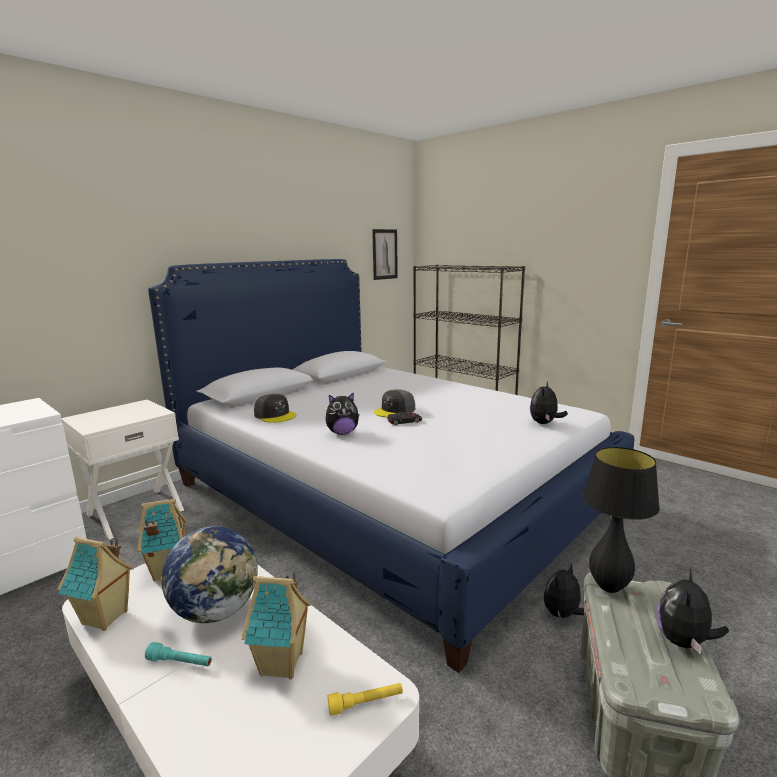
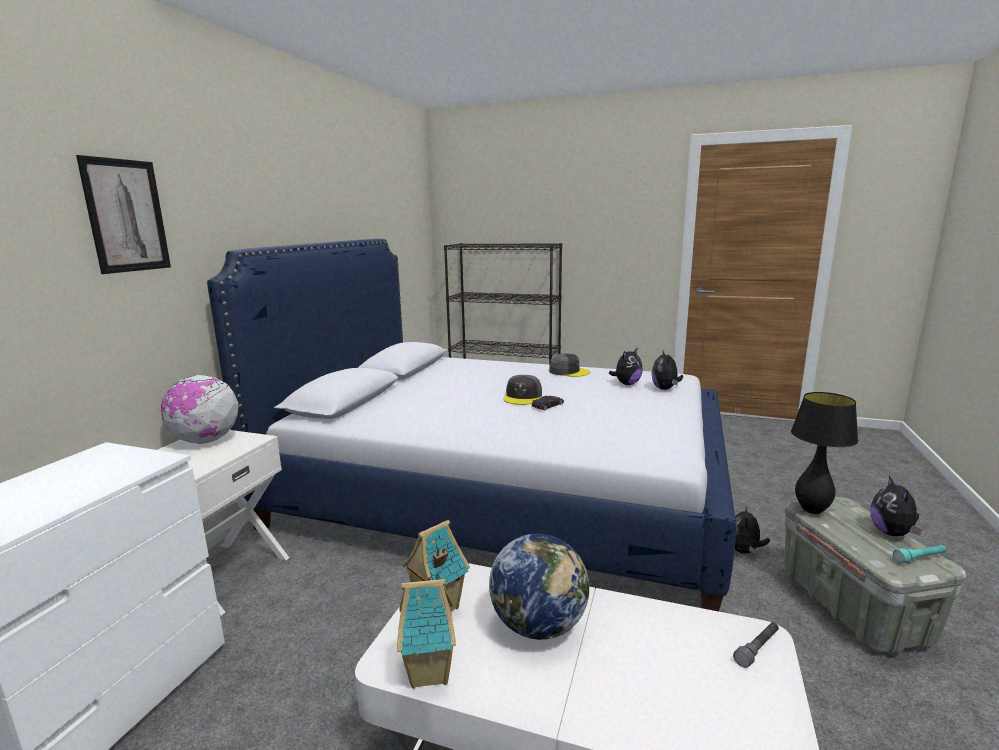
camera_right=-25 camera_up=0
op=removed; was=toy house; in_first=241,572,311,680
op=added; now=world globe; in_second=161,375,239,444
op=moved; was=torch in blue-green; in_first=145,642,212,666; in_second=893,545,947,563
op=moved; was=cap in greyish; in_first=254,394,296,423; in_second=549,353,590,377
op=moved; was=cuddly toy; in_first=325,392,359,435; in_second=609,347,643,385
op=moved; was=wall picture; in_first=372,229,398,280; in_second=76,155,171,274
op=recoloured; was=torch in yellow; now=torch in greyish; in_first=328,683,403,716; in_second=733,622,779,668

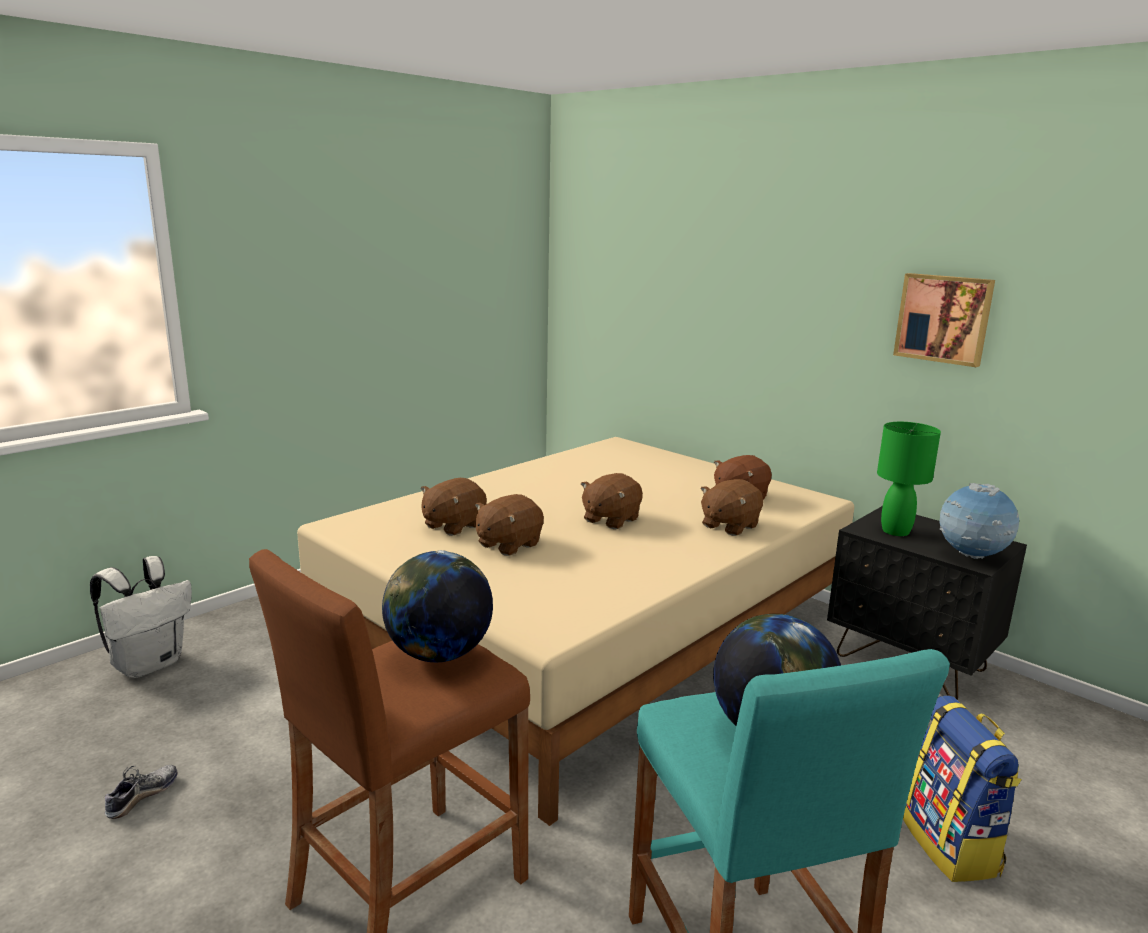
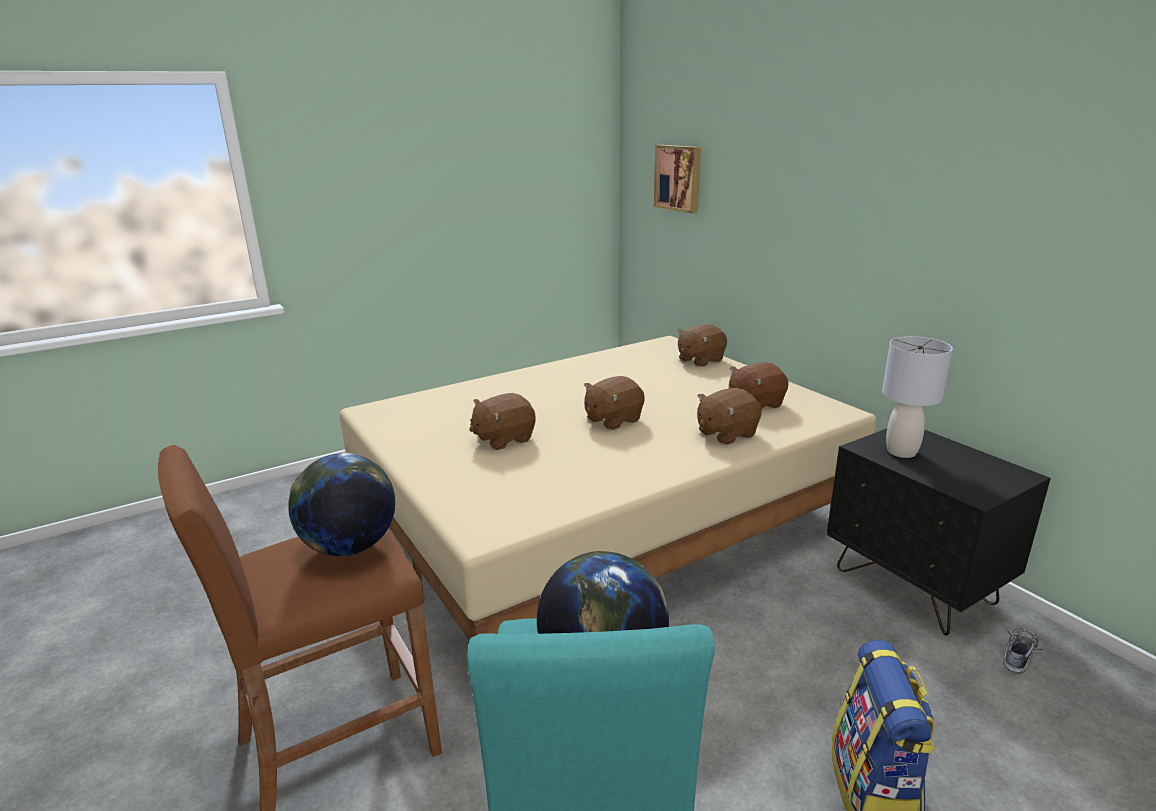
camera_right=15 camera_up=5
op=removed; was=knapsack in white-coloured; in_first=90,556,192,678
op=removed; was=world globe; in_first=939,483,1019,559
op=moved; was=shoe; in_first=105,765,178,819; in_second=1003,628,1044,674
op=moved; was=cuddly toy in brown-coloured; in_first=421,478,487,536; in_second=678,324,727,367
op=moved; was=wall picture; in_first=893,273,995,367; in_second=654,145,701,213
op=recoloured; was=lamp for a table in green-coloured; now=lamp for a table in greyish; in_first=877,422,941,536; in_second=882,336,953,458

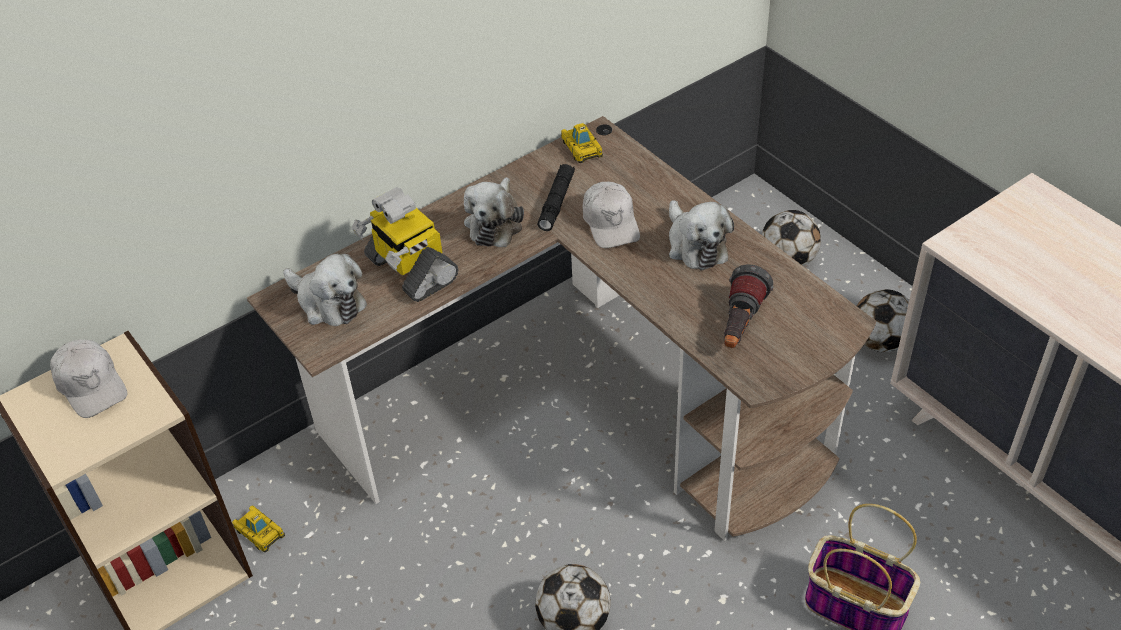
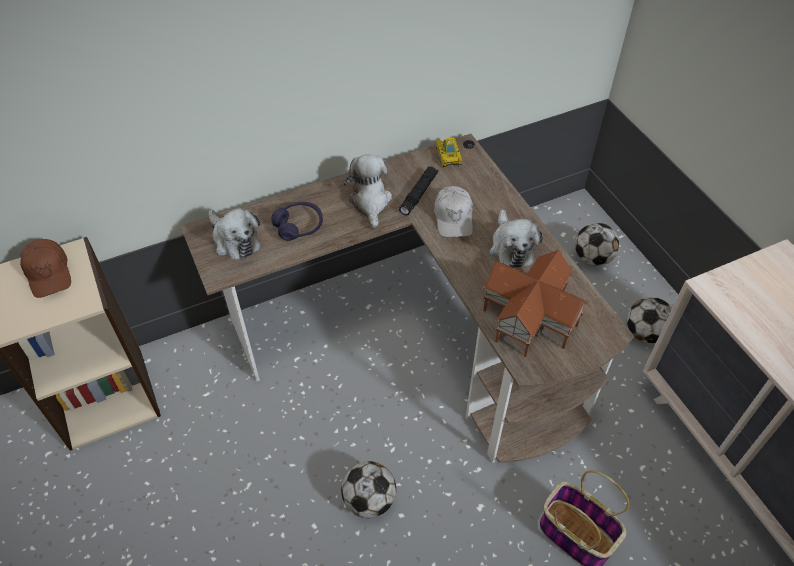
camera_right=10 camera_up=5
op=removed; was=model car; in_first=232,506,285,552
op=replaced; was=robot figure; now=headset in purplish; in_first=351,187,458,302; in_second=271,202,323,241
op=replaced; was=torch; now=toy house; in_first=724,264,774,348; in_second=483,250,588,357
op=recoloured; was=cap in white-coloured; now=cap in brown-coloured; in_first=50,339,127,418; in_second=20,239,71,298
op=turned; was=cuddly toy; in_first=464,177,524,247; in_second=344,154,392,229; clockwise=150

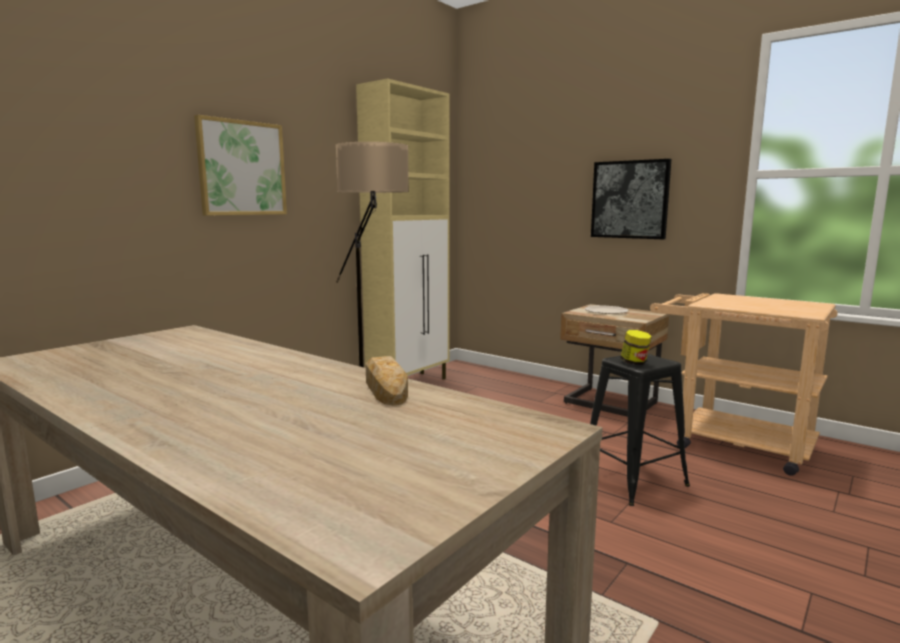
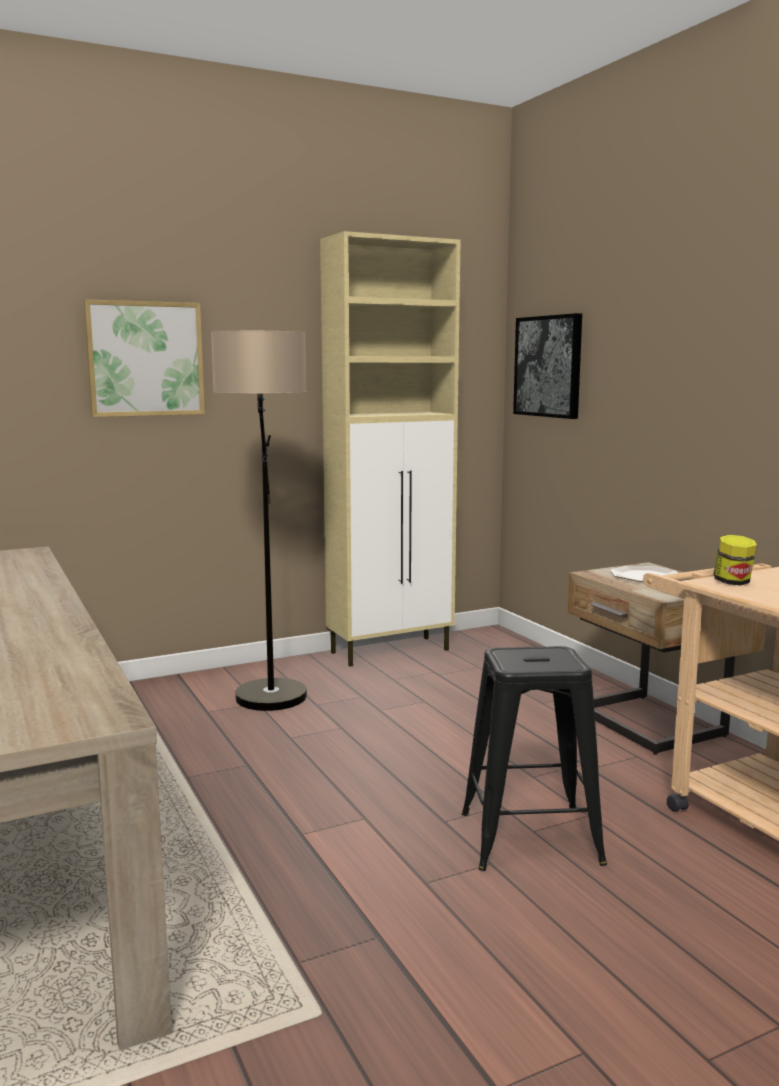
camera_right=25 camera_up=0
op=removed; was=baked bread; in_first=366,356,408,405
op=moved; was=wall picture; in_first=591,159,671,239; in_second=513,313,582,419
op=moved; was=preserve jar; in_first=620,330,652,365; in_second=713,535,757,586

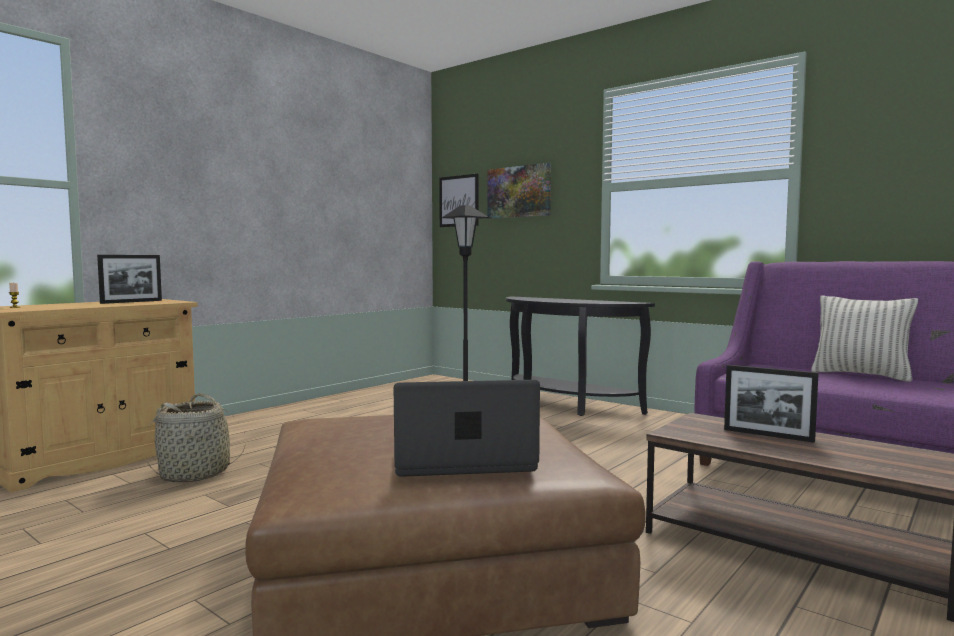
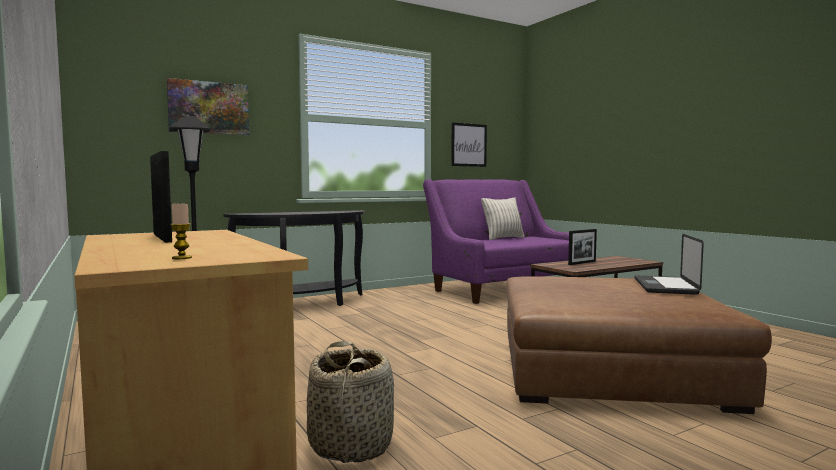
camera_right=-70 camera_up=0
op=moved; was=wall picture; in_first=439,174,479,227; in_second=451,122,487,167

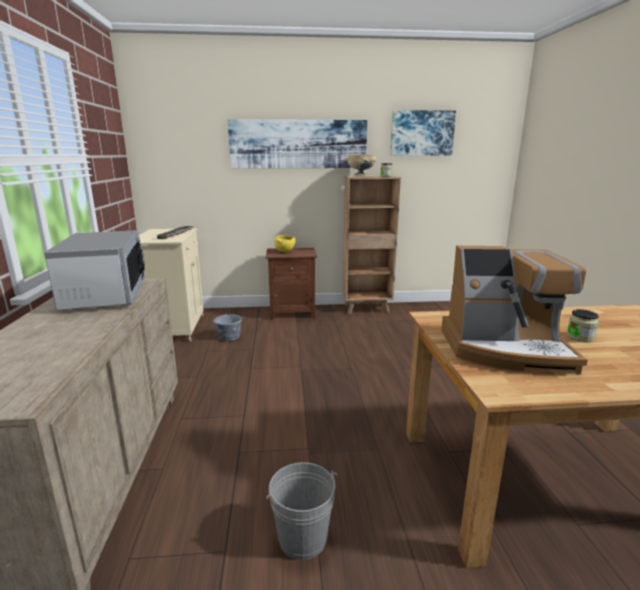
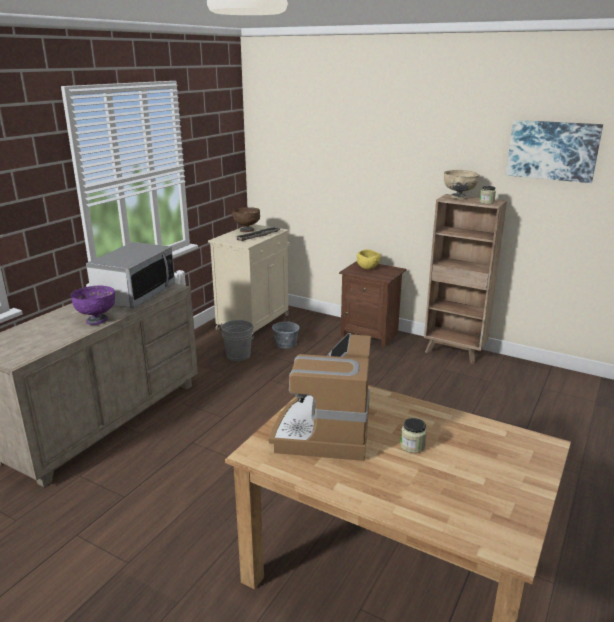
camera_right=35 camera_up=5
op=removed; was=wall picture; in_first=228,119,367,168
op=added; now=bowl in purplish; in_second=71,286,115,325
op=added; now=bowl in brown-coloured; in_second=232,207,260,232
op=moved; was=water bucket in greyish; in_first=267,462,338,560; in_second=220,320,253,361
op=turned; was=coffee machine; in_first=441,246,588,375; in_second=269,333,371,461; clockwise=60

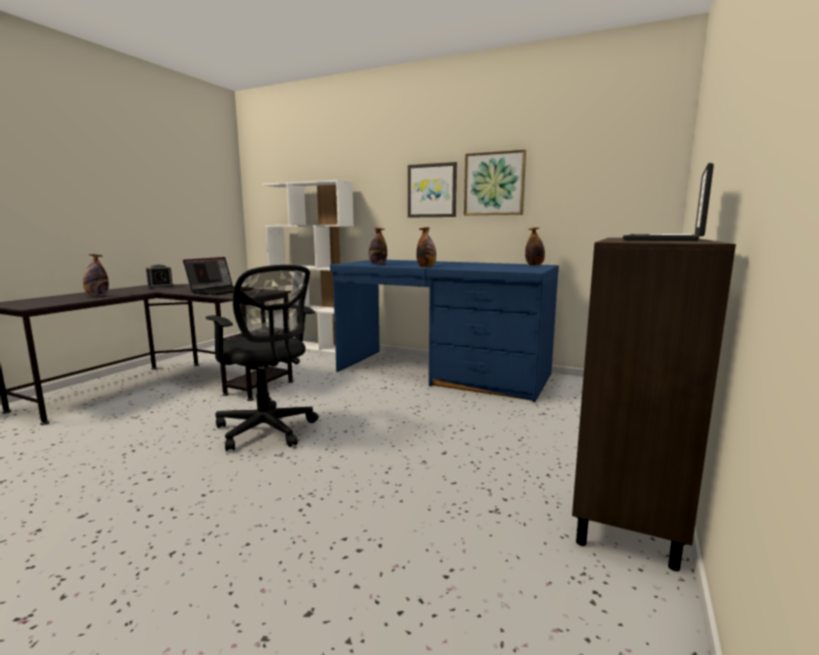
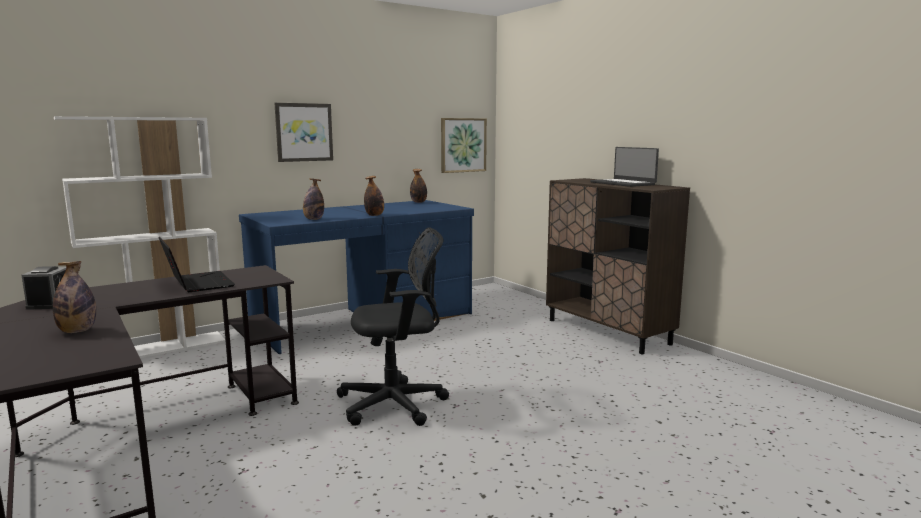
camera_right=-60 camera_up=0
op=moved; was=wall picture; in_first=464,150,526,215; in_second=441,118,487,173

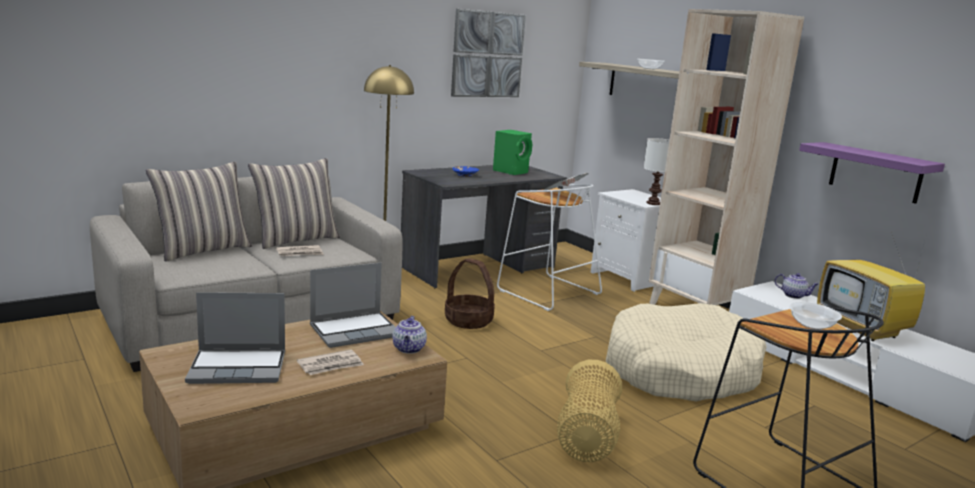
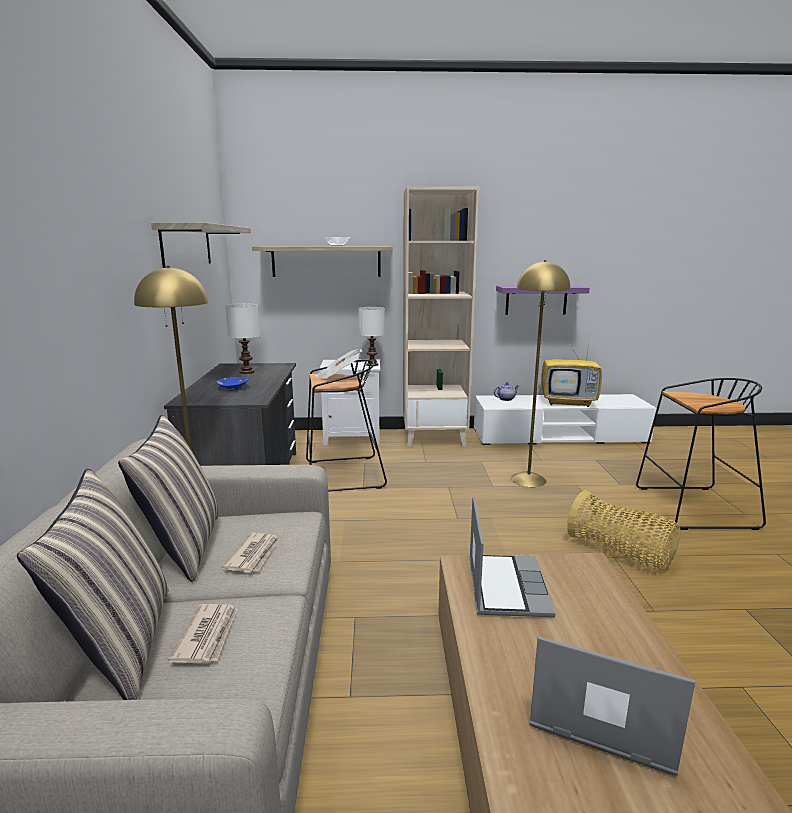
camera_right=-55 camera_up=0
op=removed; was=tea pot; in_first=392,316,427,354
op=removed; was=basket; in_first=445,258,495,329
op=removed; was=bowl; in_first=789,302,842,330
op=moved; was=daily paper; in_first=297,349,364,375; in_second=168,604,237,664
op=replaced; was=wall picture; now=bracket shelf; in_first=451,9,526,97; in_second=151,222,251,268
op=replaced; was=loudspeaker in green-coloured; now=lamp for a table in white-coloured; in_first=493,130,532,175; in_second=225,304,260,374
op=replaced; was=pet bed in beige-coloured; now=standard lamp in yellow; in_first=606,303,767,402; in_second=511,260,570,487
op=recoloured; was=stool in white-coloured; now=stool in black-coloured; in_first=497,184,602,311; in_second=306,360,387,492
op=turned; was=laptop; in_first=185,292,285,384; in_second=530,636,696,776; clockwise=-90

